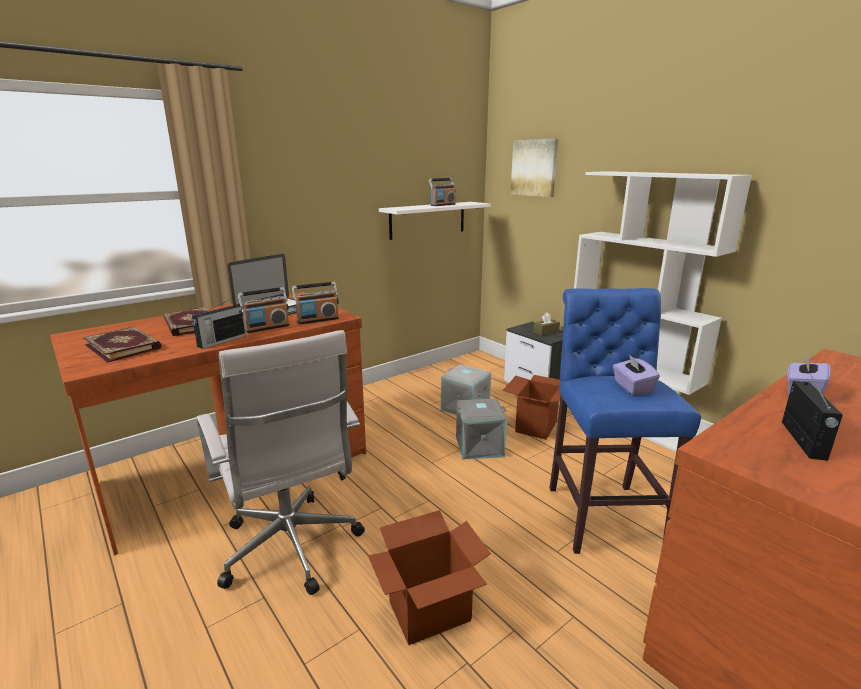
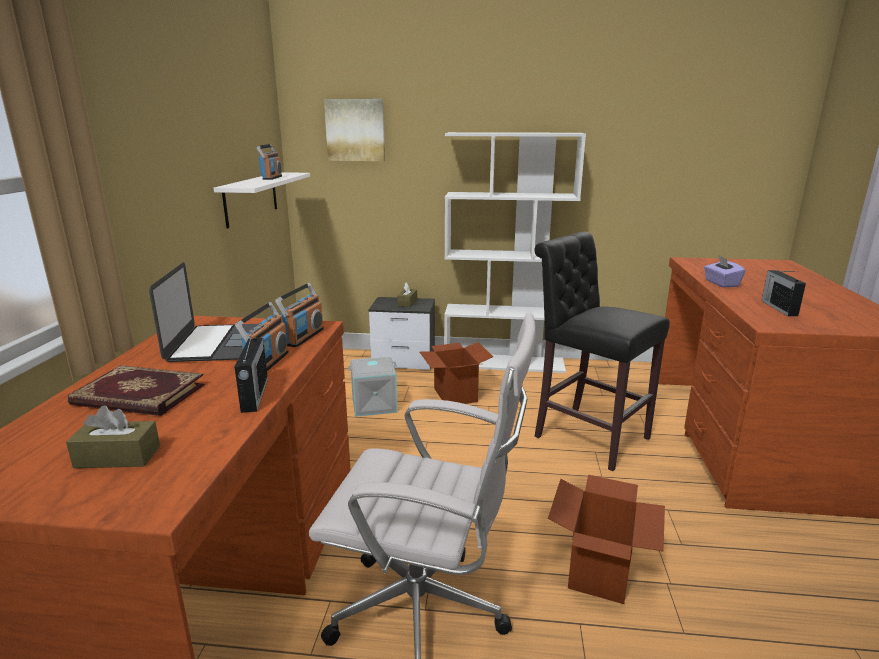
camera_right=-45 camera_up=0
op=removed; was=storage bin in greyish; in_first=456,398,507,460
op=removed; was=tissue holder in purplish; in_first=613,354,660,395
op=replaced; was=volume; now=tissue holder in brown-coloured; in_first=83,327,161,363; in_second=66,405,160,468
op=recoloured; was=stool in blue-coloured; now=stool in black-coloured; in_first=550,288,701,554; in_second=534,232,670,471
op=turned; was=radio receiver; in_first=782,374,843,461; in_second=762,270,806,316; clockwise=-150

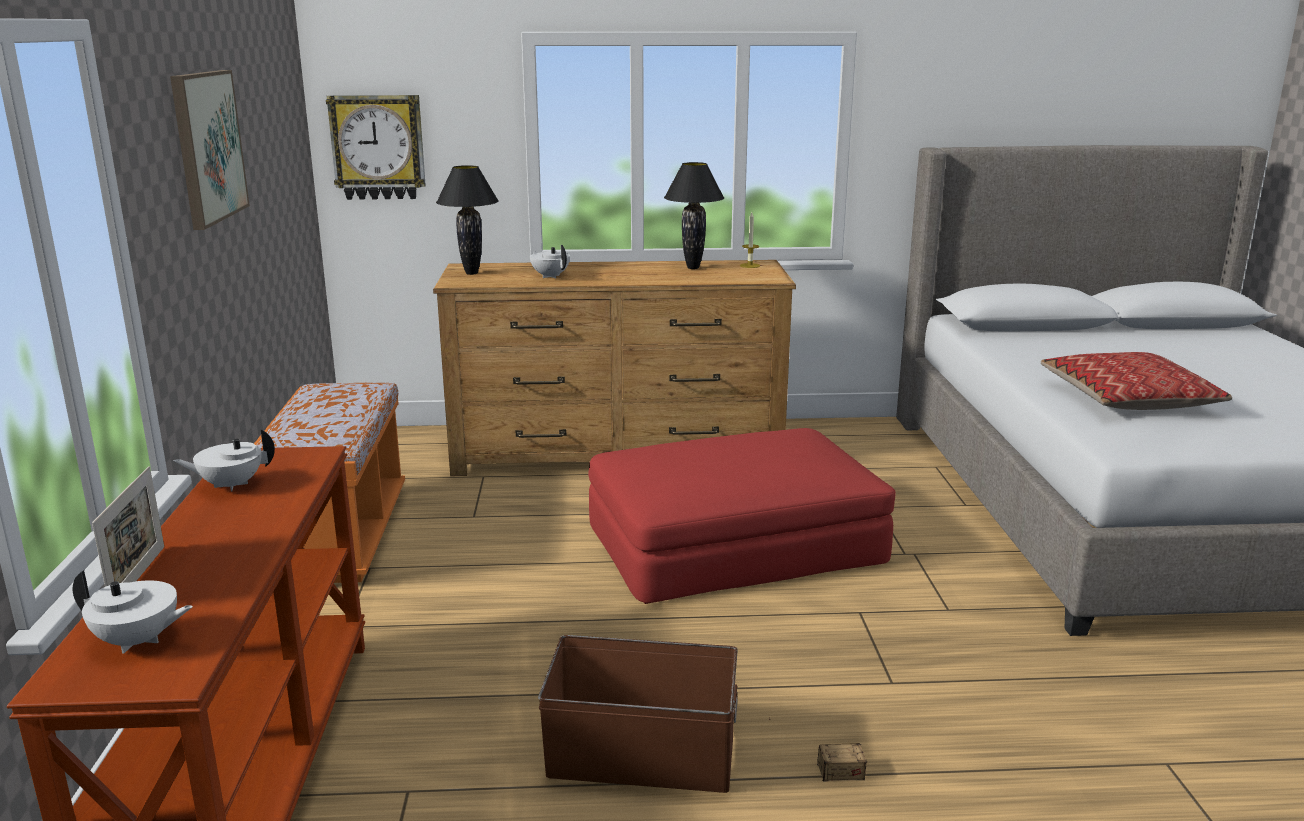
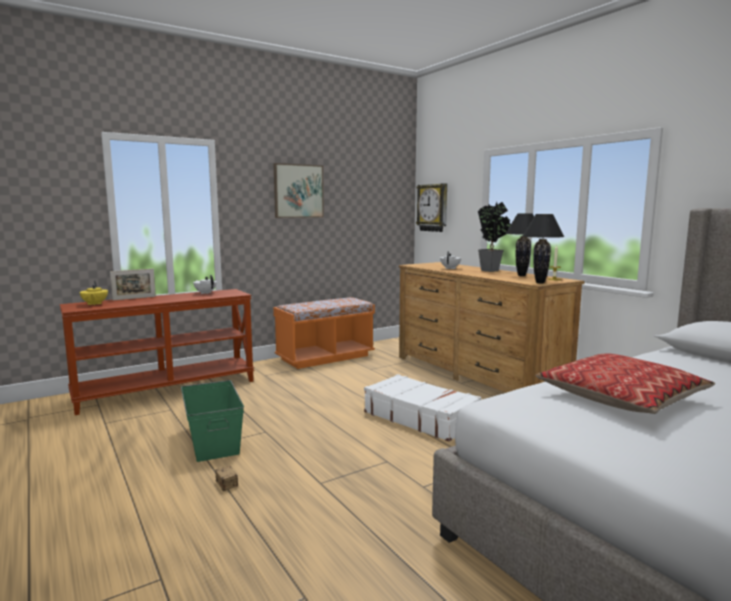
camera_right=60 camera_up=-10
op=added; now=plant in a pot; in_second=478,202,511,272
op=moved; was=lamp for a table in black-coloured; in_first=436,165,499,275; in_second=523,214,564,283
op=replaced; was=footrest in red-coloured; now=travel case in white-coloured; in_first=588,428,896,604; in_second=364,374,481,442
op=recoloured; was=tea pot in white-coloured; now=tea pot in yellow; in_first=73,570,193,653; in_second=80,281,108,306
op=recoloured; was=storage bin in brown-coloured; now=storage bin in green-coloured; in_first=538,635,738,793; in_second=181,380,244,462

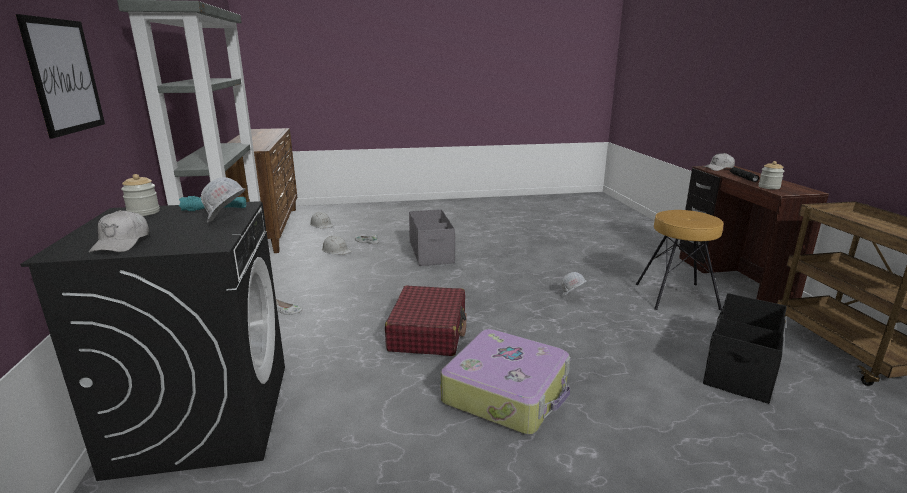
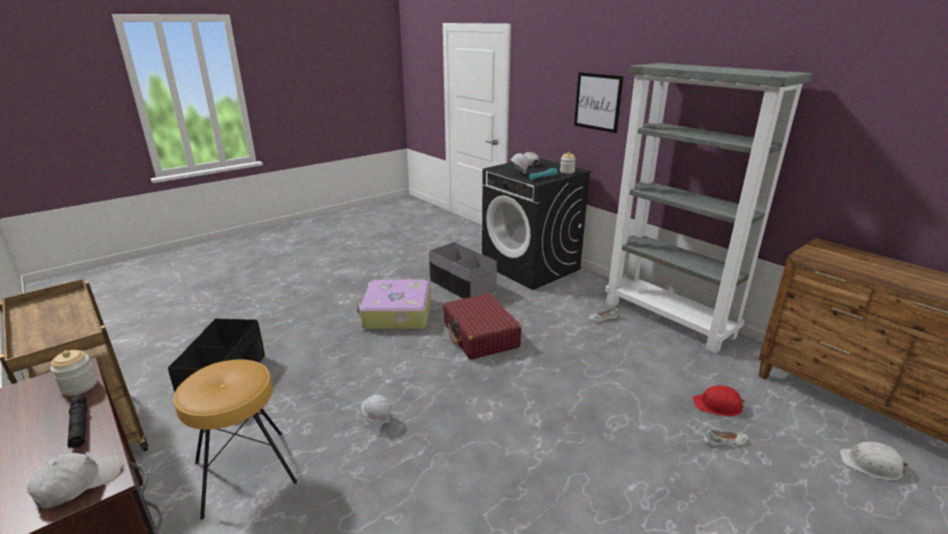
camera_right=150 camera_up=5
op=moved; was=storage bin in greyish; in_first=409,209,455,266; in_second=429,242,497,299
op=recoloured; was=work helmet in white-coloured; now=work helmet in red-coloured; in_first=322,236,352,255; in_second=693,386,745,416

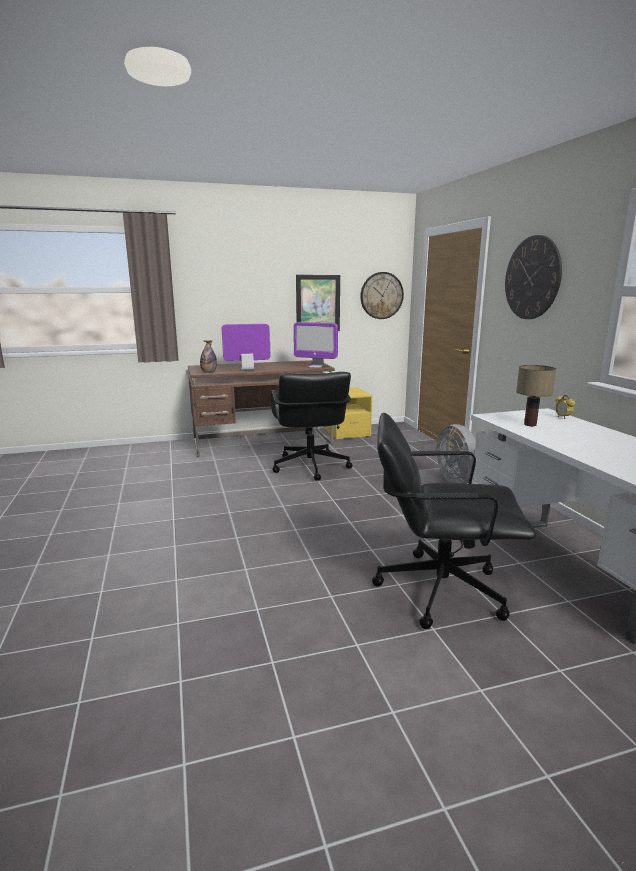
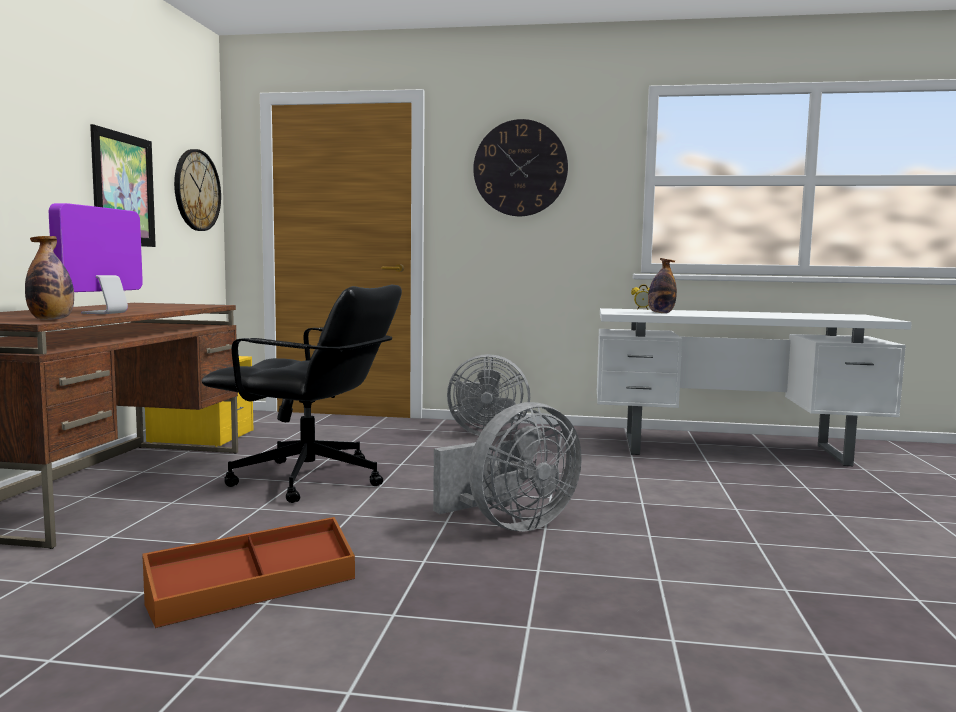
camera_right=-65 camera_up=-10
op=removed; was=computer display; in_first=293,322,338,368
op=removed; was=desk chair in black-coloured; in_first=372,413,536,629
op=added; now=storage bin in brown-coloured; in_second=142,517,355,628
op=added; now=cooling fan in greyish; in_second=433,402,582,532
op=replaced; was=lamp for a table; now=drink bottle; in_first=516,365,556,426; in_second=648,258,677,313

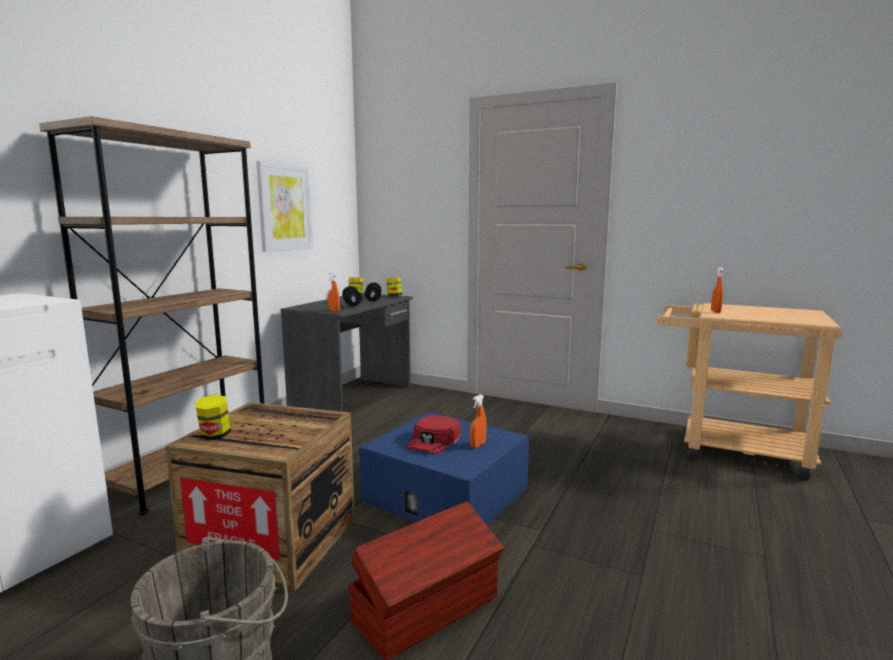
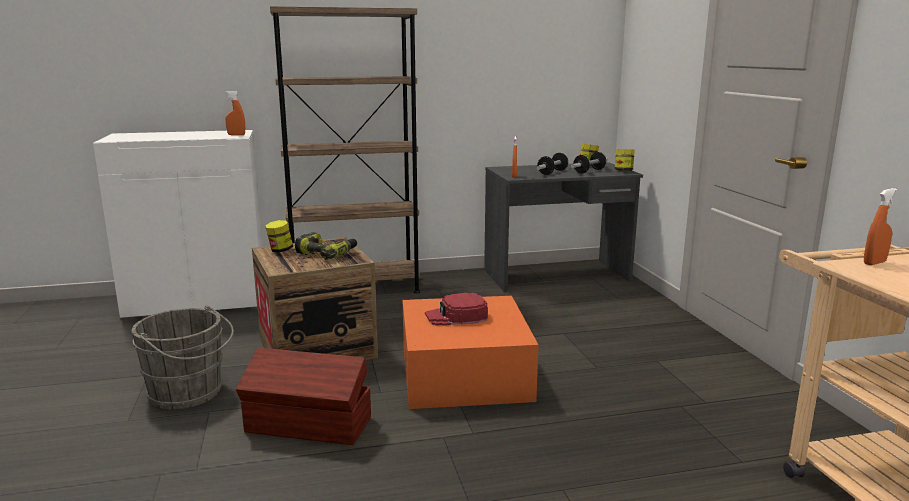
camera_right=50 camera_up=5
op=removed; was=wall picture; in_first=256,161,313,252
op=added; now=electric drill; in_second=295,232,357,259
op=moved; was=sprayer in orange-coloured; in_first=470,394,487,448; in_second=225,91,245,135
op=recoloured; was=storage bin in blue-coloured; now=storage bin in orange-coloured; in_first=359,412,529,525; in_second=403,296,539,409

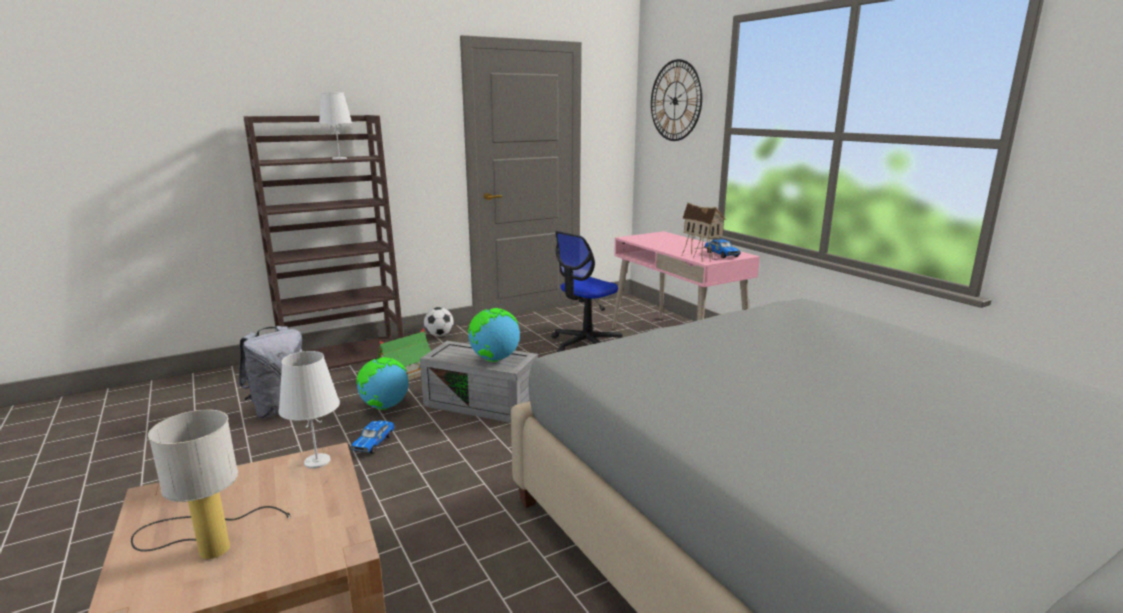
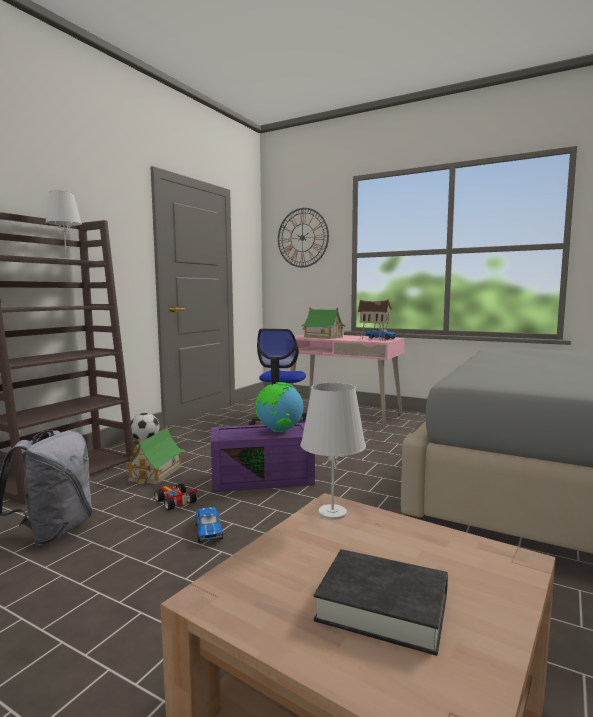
camera_right=-30 camera_up=-10
op=added; now=toy house; in_second=302,307,346,339
op=replaced; was=lamp for a table; now=volume in black-coloured; in_first=131,410,290,559; in_second=314,549,448,656
op=replaced; was=world globe; now=model car; in_first=356,357,409,410; in_second=154,483,197,510
op=recoloured; was=storage bin in greyish; now=storage bin in purplish; in_first=420,341,538,423; in_second=211,422,315,492

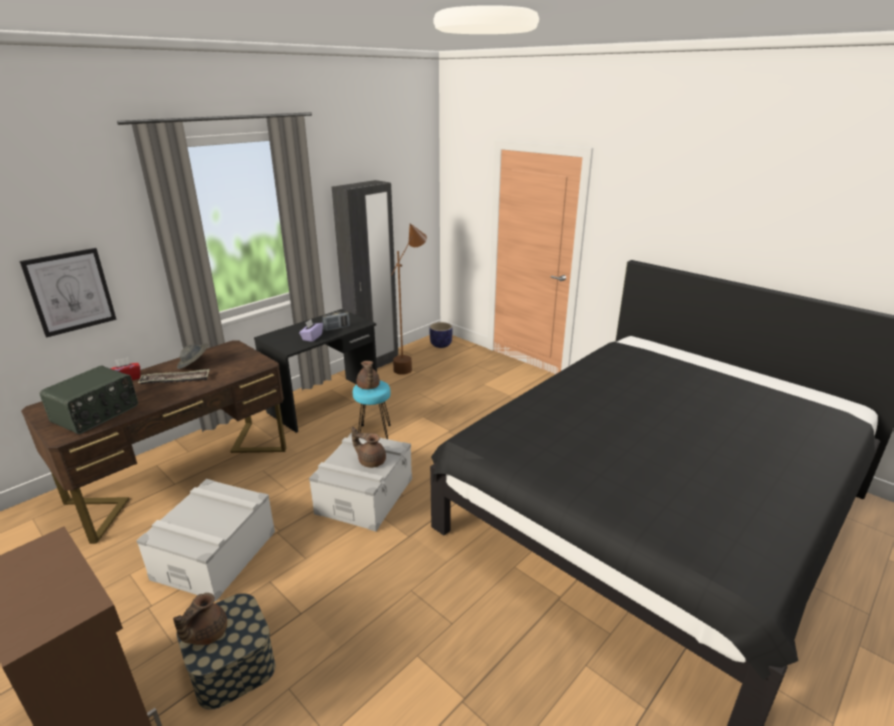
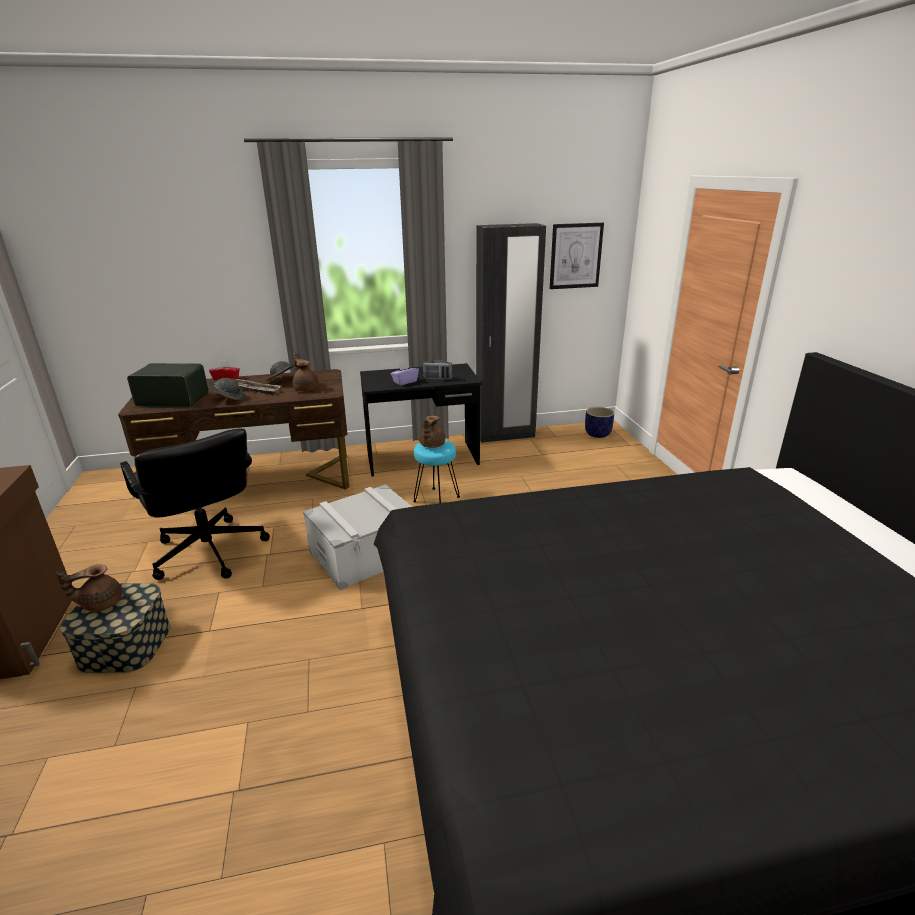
camera_right=35 camera_up=0
op=removed; was=standard lamp in brown-coloured; in_first=391,223,427,375
op=added; now=wearable hat in greyish; in_second=207,378,246,400
op=moved; was=wall picture; in_first=20,248,117,338; in_second=550,223,604,289
op=moved; was=tea pot in brown-coloured; in_first=351,427,386,468; in_second=293,352,319,391
op=replaced; was=storage bin in greyish; now=desk chair in black-coloured; in_first=136,479,275,601; in_second=120,428,270,580
op=turned; was=radio receiver; in_first=40,366,138,434; in_second=127,363,209,408; clockwise=-150

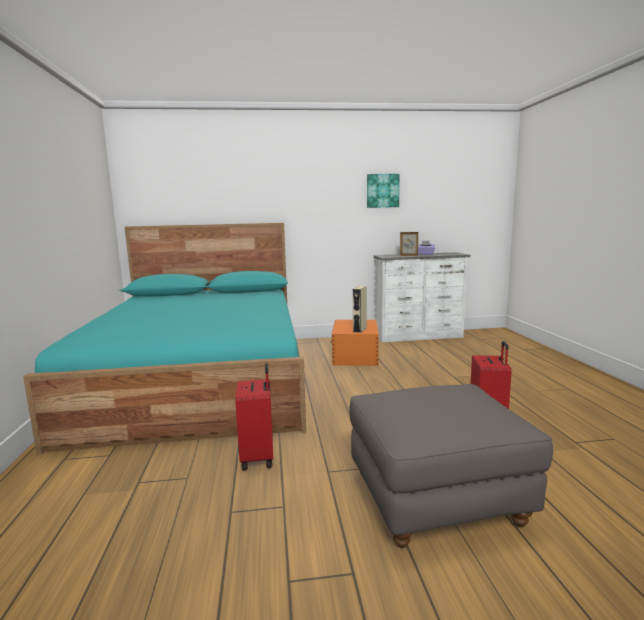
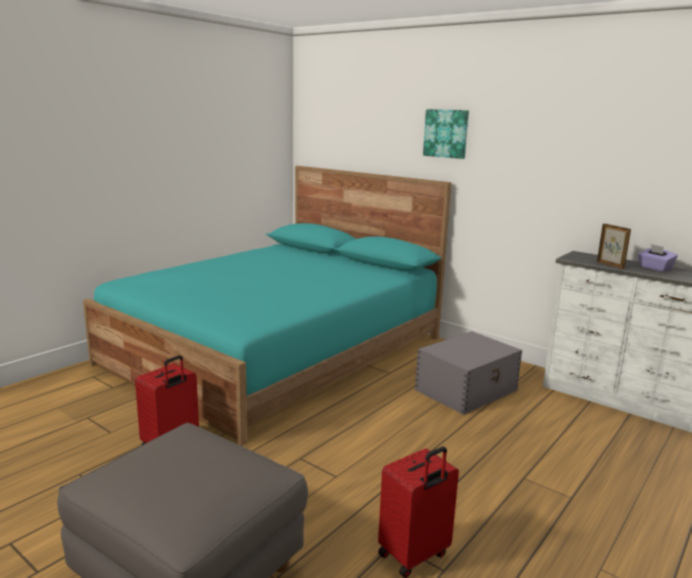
camera_right=45 camera_up=5
op=removed; was=loudspeaker in beige-coloured; in_first=353,286,367,333
op=moved; was=wall picture; in_first=367,174,400,208; in_second=423,109,469,159
op=recoloured; was=storage bin in orange-coloured; now=storage bin in greyish; in_first=331,320,379,366; in_second=415,331,522,415

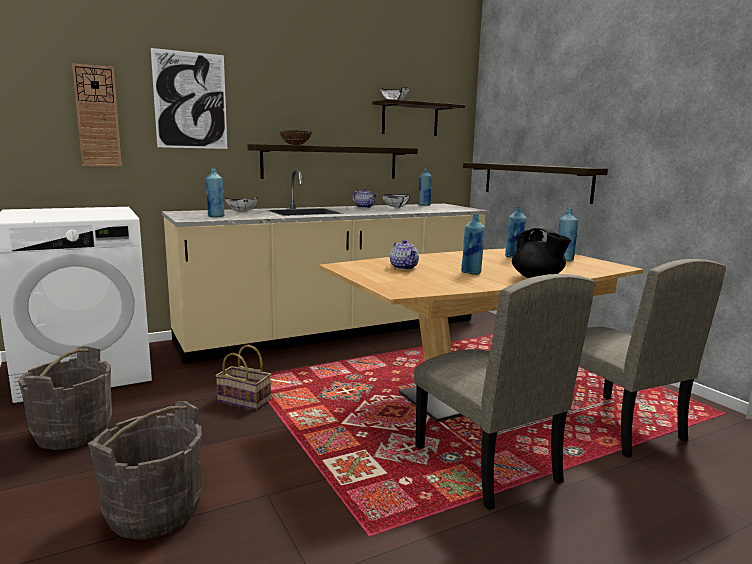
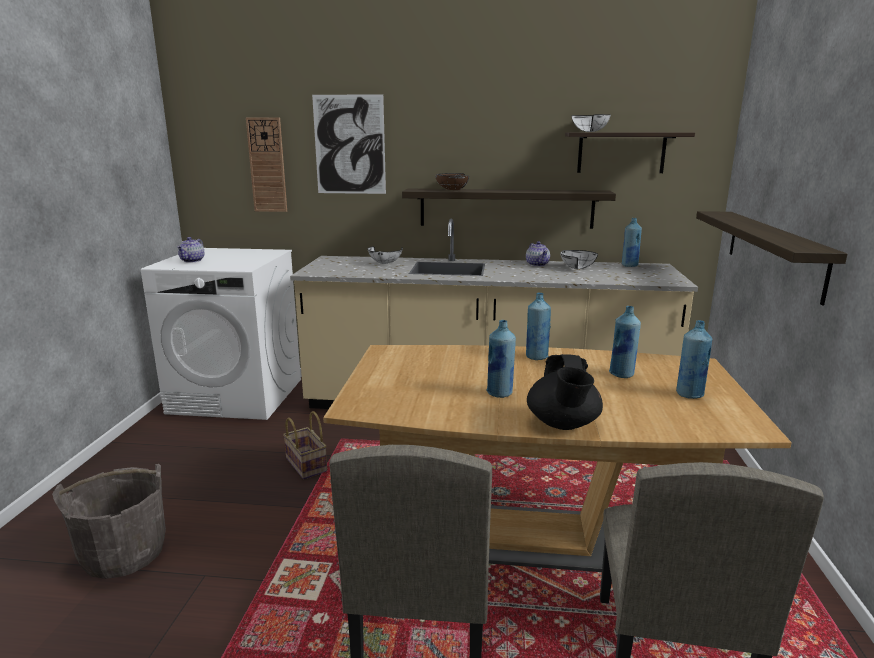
camera_right=35 camera_up=5
op=removed; was=water bucket in greyish; in_first=18,346,112,450
op=moved; was=drink bottle in blue-coloured; in_first=206,168,225,217; in_second=526,293,551,360
op=moved; was=tea pot; in_first=390,240,419,270; in_second=177,237,204,263

